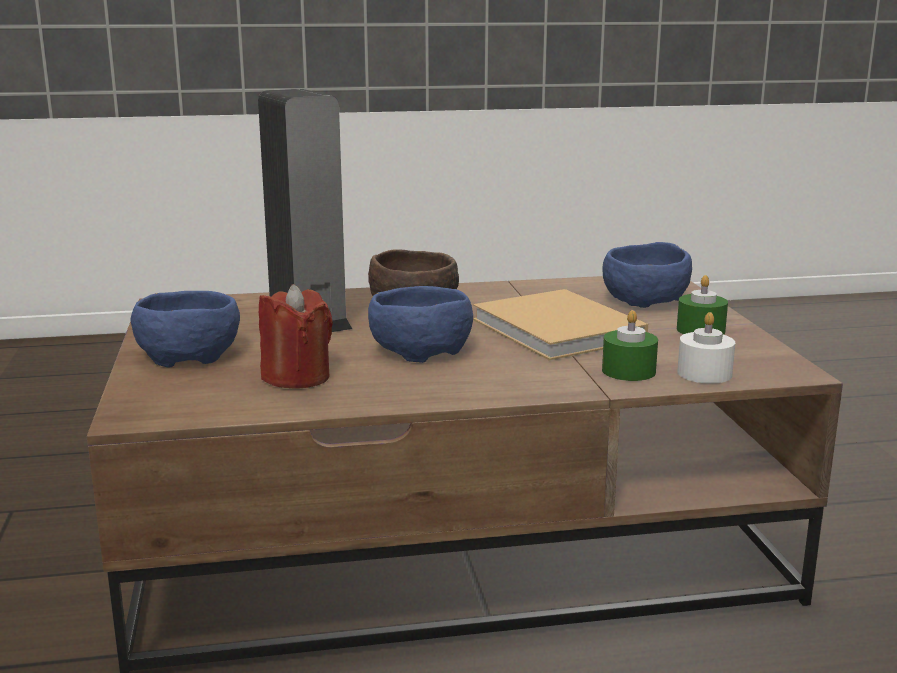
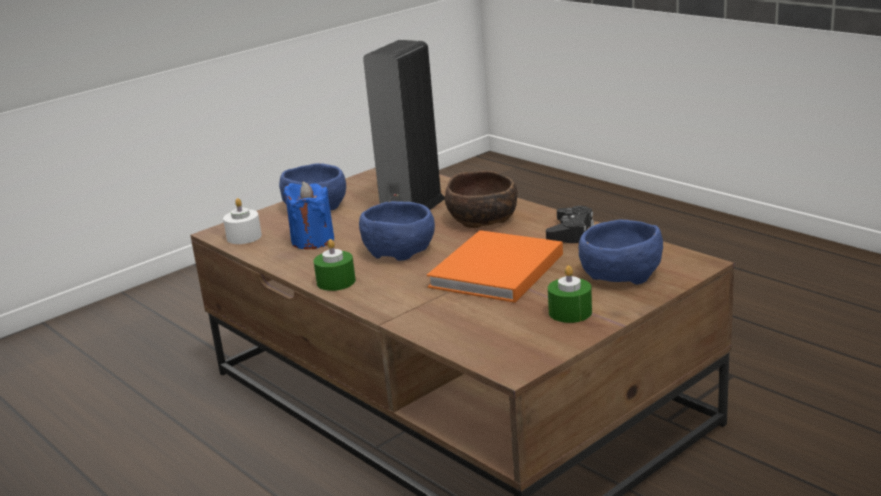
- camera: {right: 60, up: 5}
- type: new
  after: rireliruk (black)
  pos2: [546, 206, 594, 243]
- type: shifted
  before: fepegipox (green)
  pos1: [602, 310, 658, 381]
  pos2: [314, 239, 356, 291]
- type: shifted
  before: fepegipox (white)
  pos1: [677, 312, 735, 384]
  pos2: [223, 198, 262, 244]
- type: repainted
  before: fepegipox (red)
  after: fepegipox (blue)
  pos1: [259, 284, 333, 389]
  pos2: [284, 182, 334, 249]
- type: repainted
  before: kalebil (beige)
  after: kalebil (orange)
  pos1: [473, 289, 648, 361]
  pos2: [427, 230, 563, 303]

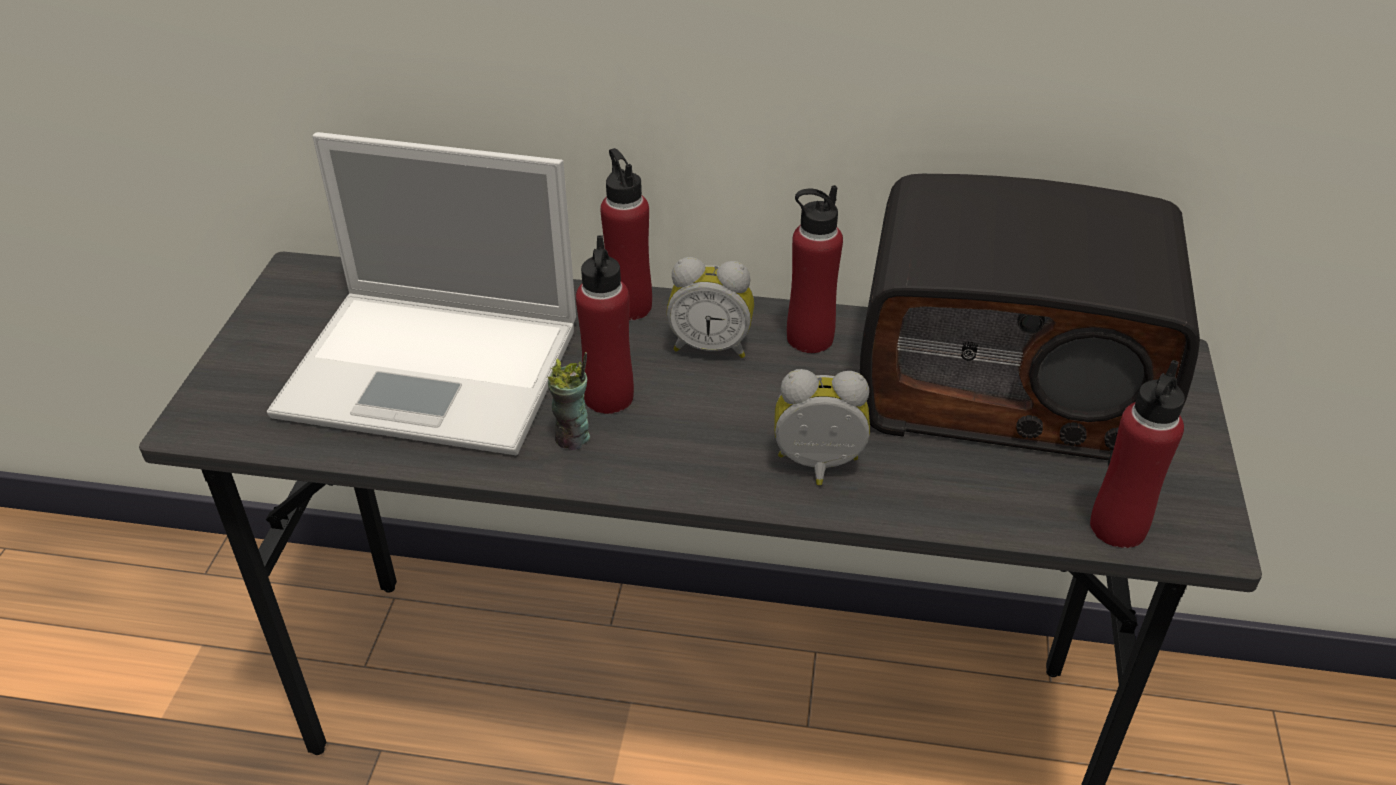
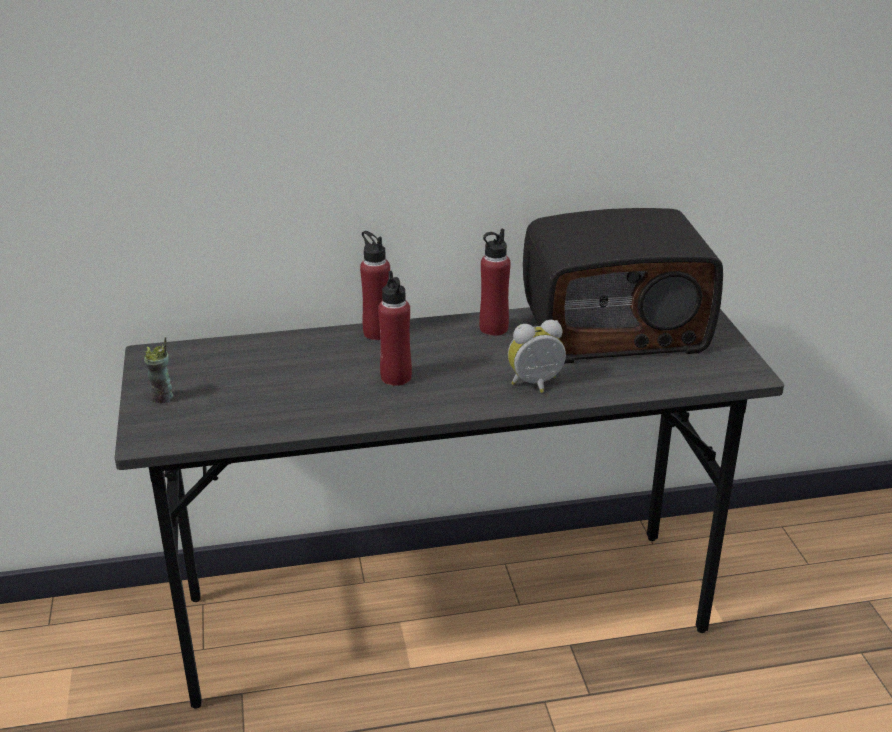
- camera: {right: -20, up: -10}
- type: gone
  before: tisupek
  pos1: [267, 132, 576, 455]
- type: gone
  before: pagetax
  pos1: [667, 257, 754, 358]
- type: gone
  before: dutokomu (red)
  pos1: [1090, 360, 1185, 548]
- type: shifted
  before: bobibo
  pos1: [548, 352, 590, 450]
  pos2: [144, 337, 174, 403]

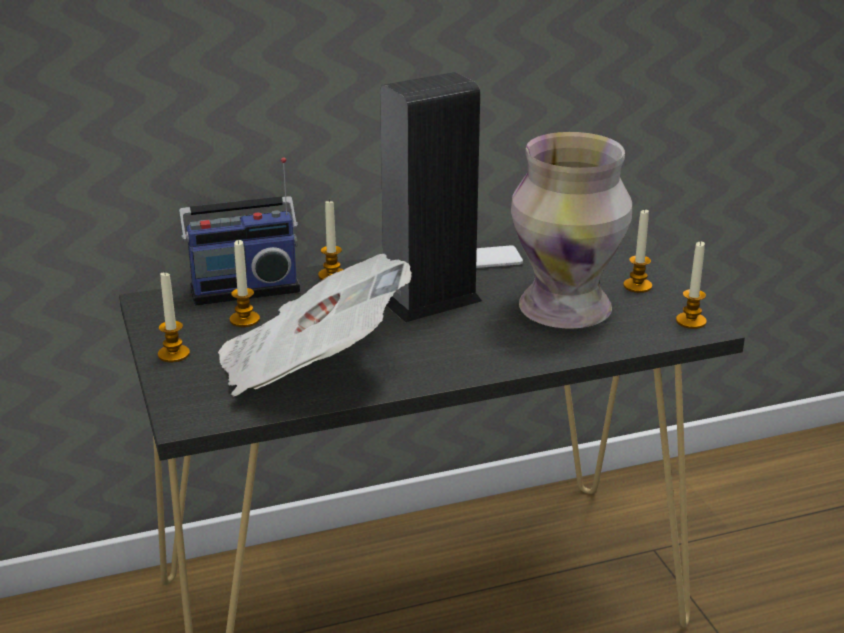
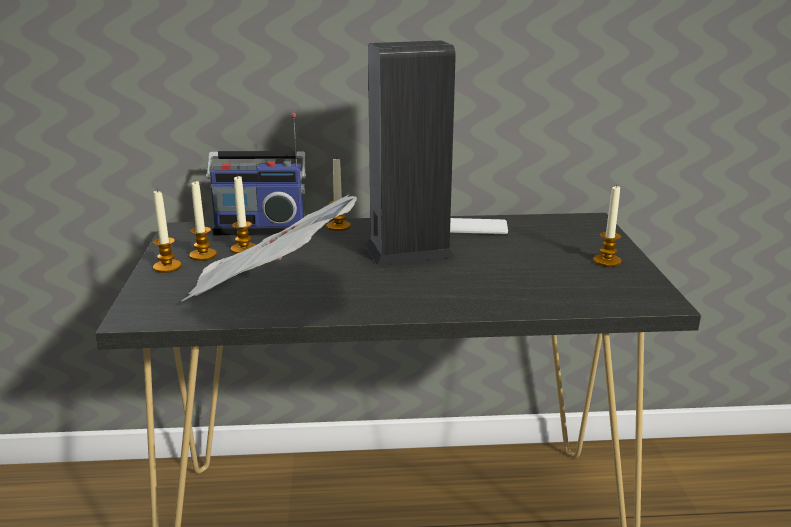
- camera: {right: 15, up: -5}
- type: gone
  before: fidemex
  pos1: [511, 132, 632, 328]
- type: shifted
  before: fepegipox
  pos1: [676, 241, 707, 329]
  pos2: [190, 181, 217, 261]

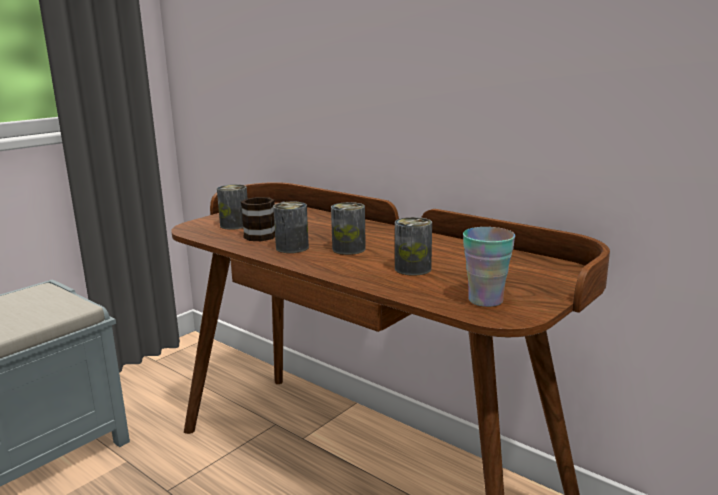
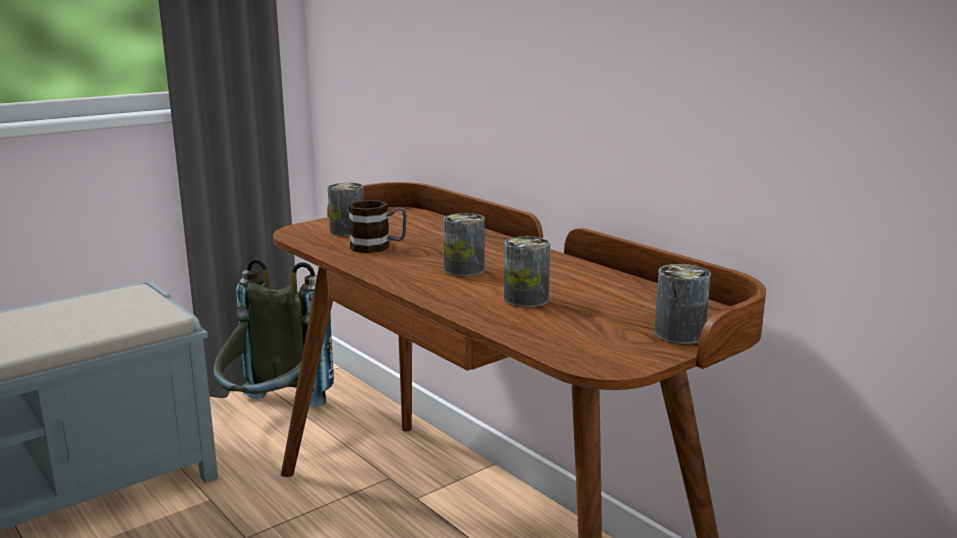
- camera: {right: 10, up: 0}
- type: gone
  before: bobibo
  pos1: [463, 227, 515, 307]
- type: new
  after: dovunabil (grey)
  pos2: [213, 258, 334, 407]
- type: shifted
  before: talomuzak
  pos1: [273, 202, 309, 253]
  pos2: [654, 264, 711, 344]

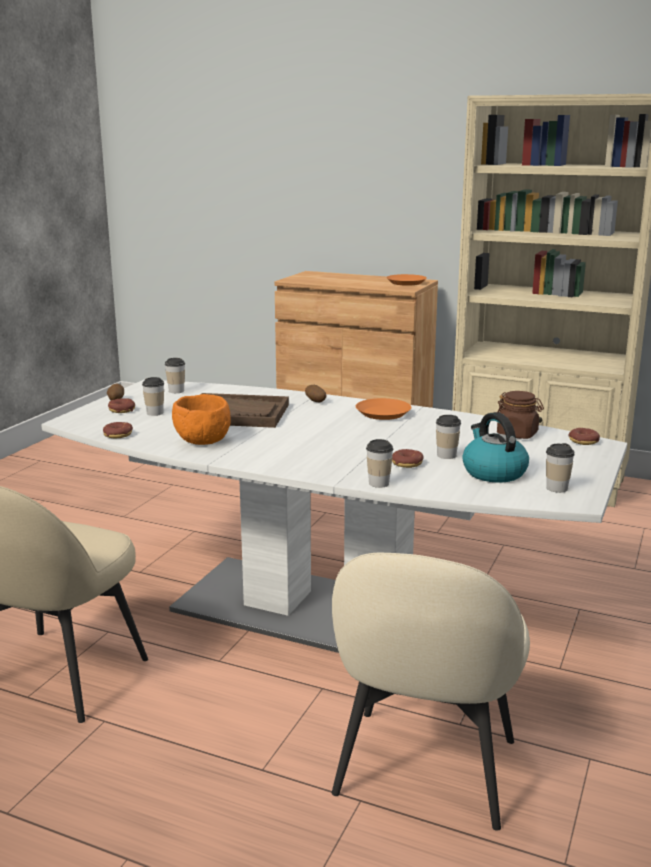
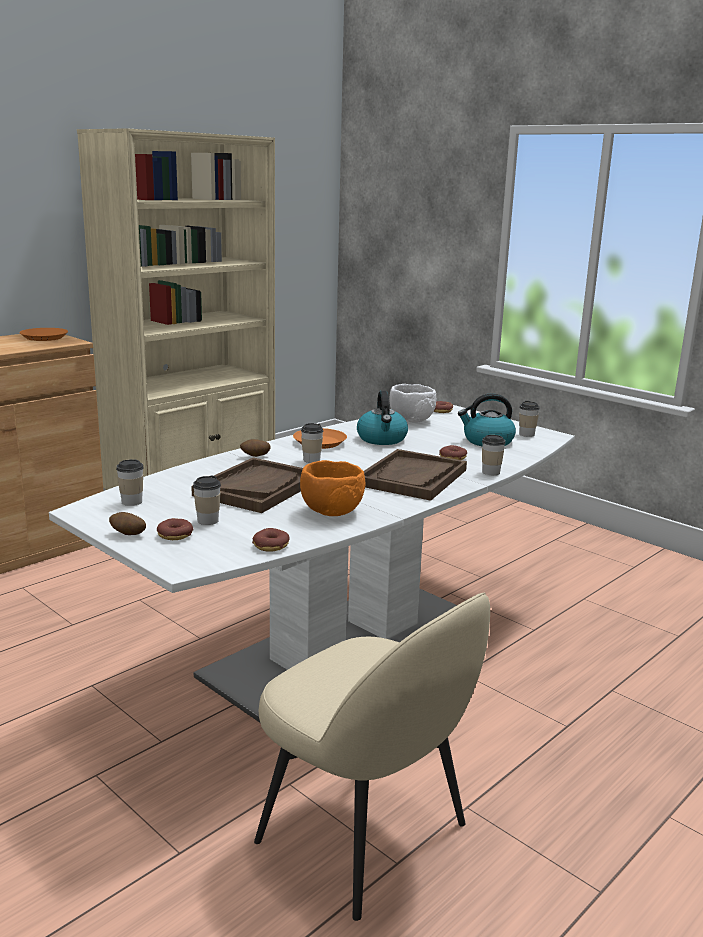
- camera: {right: -70, up: 0}
- type: gone
  before: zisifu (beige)
  pos1: [332, 553, 530, 831]
- type: new
  after: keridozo
  pos2: [357, 391, 408, 445]
- type: new
  after: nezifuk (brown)
  pos2: [364, 449, 467, 501]
- type: shifted
  before: bobibo
  pos1: [436, 415, 461, 459]
  pos2: [301, 423, 323, 463]
- type: swapped
  before: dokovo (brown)
  after: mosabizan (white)
  pos1: [497, 391, 544, 439]
  pos2: [390, 384, 436, 422]

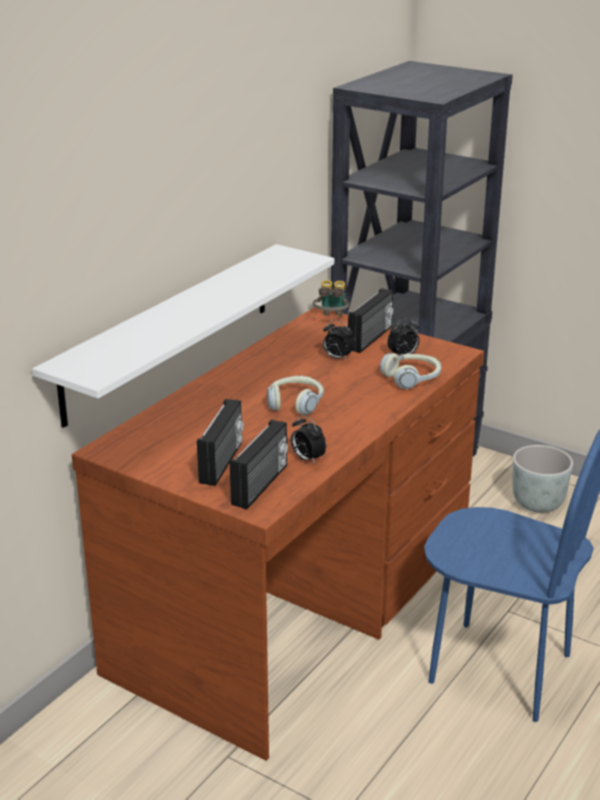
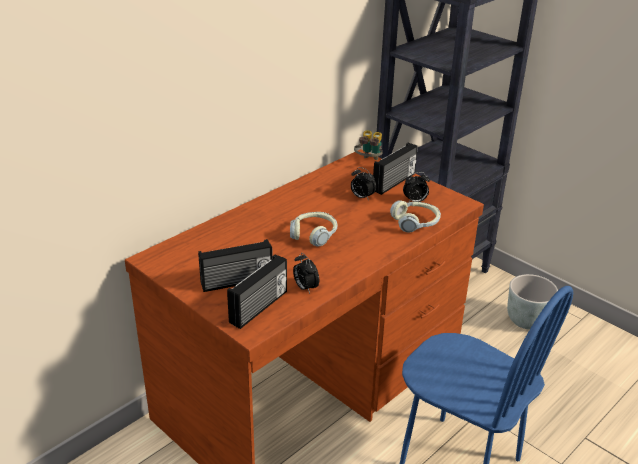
- camera: {right: 10, up: 5}
- type: gone
  before: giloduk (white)
  pos1: [32, 244, 334, 428]
- type: rotated
  before: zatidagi
  pos1: [197, 399, 244, 486]
  pos2: [198, 239, 273, 292]
  turn: 45

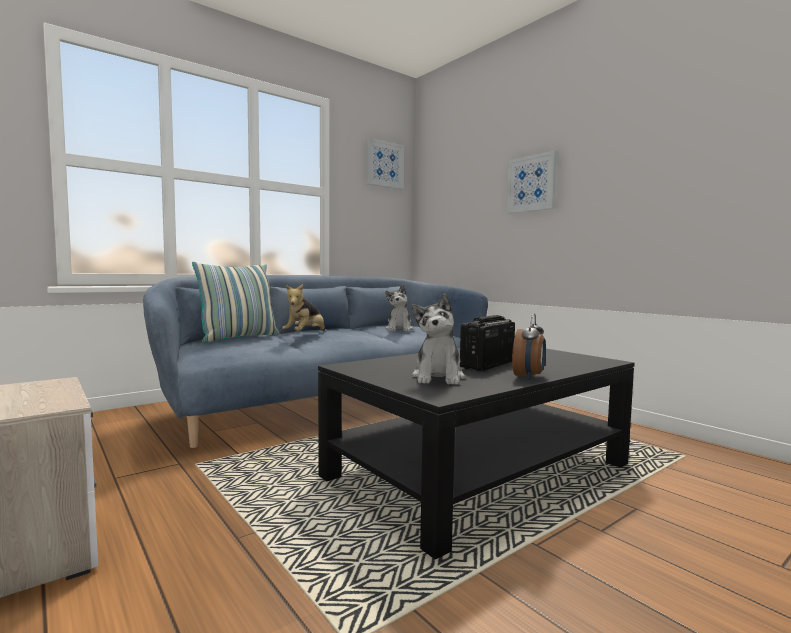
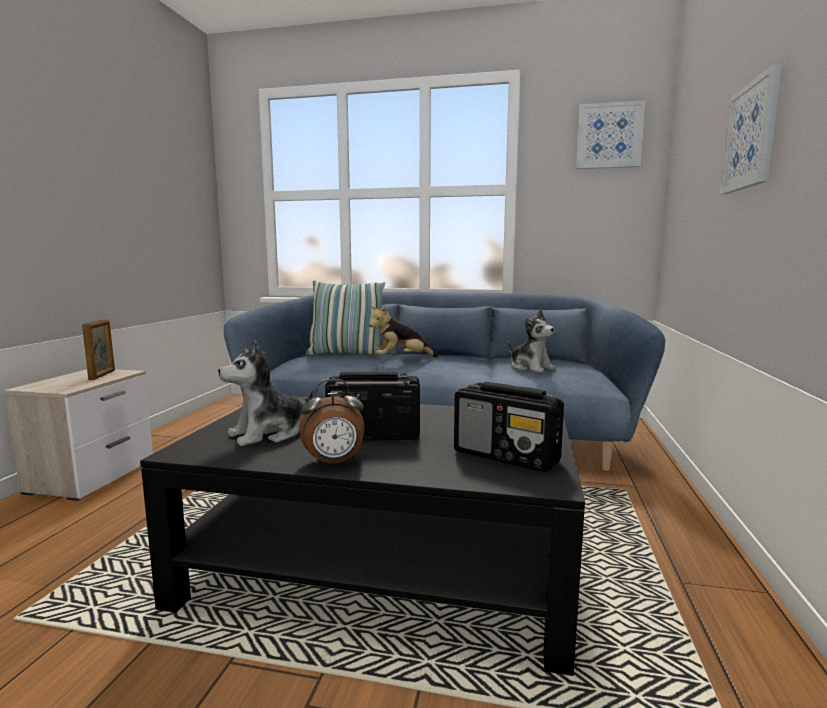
- camera: {right: 50, up: 5}
- type: new
  after: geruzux
  pos2: [82, 319, 115, 380]
- type: new
  after: zatidagi
  pos2: [454, 382, 564, 472]
- type: rotated
  before: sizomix
  pos1: [385, 285, 413, 332]
  pos2: [508, 309, 556, 373]
  turn: -90

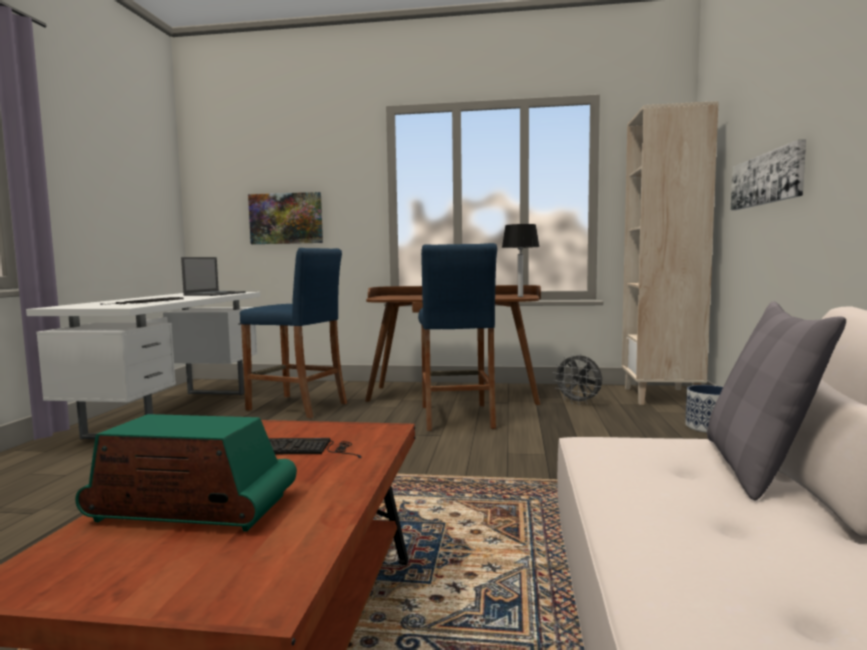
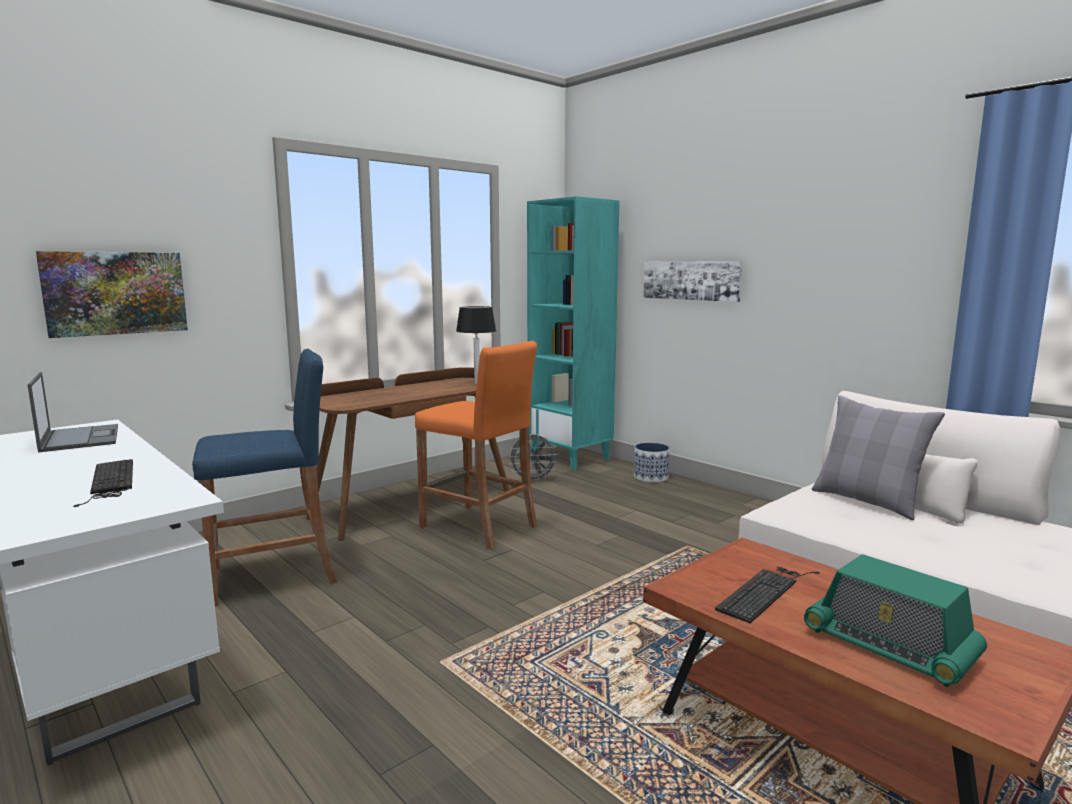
- camera: {right: -50, up: 5}
- type: repainted
  before: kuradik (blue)
  after: kuradik (orange)
  pos1: [418, 243, 497, 431]
  pos2: [415, 341, 537, 550]
- type: repainted
  before: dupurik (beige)
  after: dupurik (turquoise)
  pos1: [622, 101, 719, 405]
  pos2: [527, 196, 619, 470]
- type: rotated
  before: zatidagi
  pos1: [75, 414, 297, 532]
  pos2: [804, 554, 987, 687]
  turn: -90

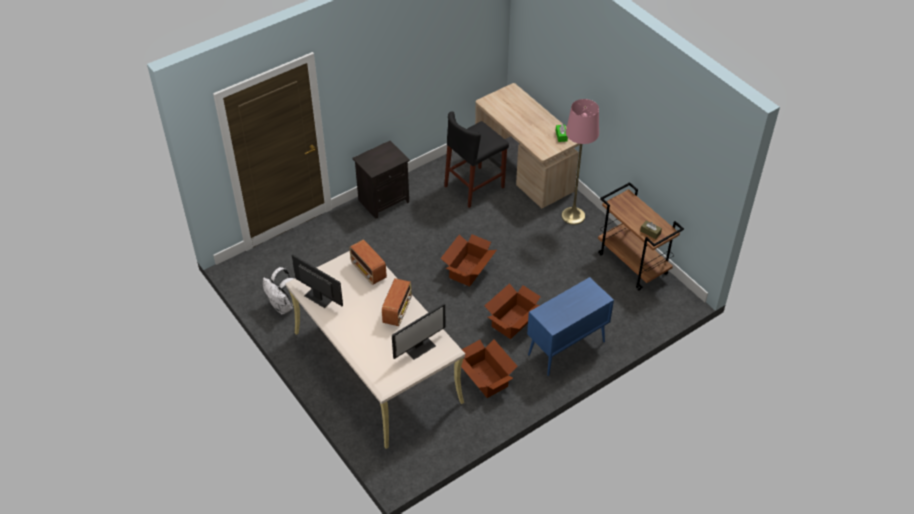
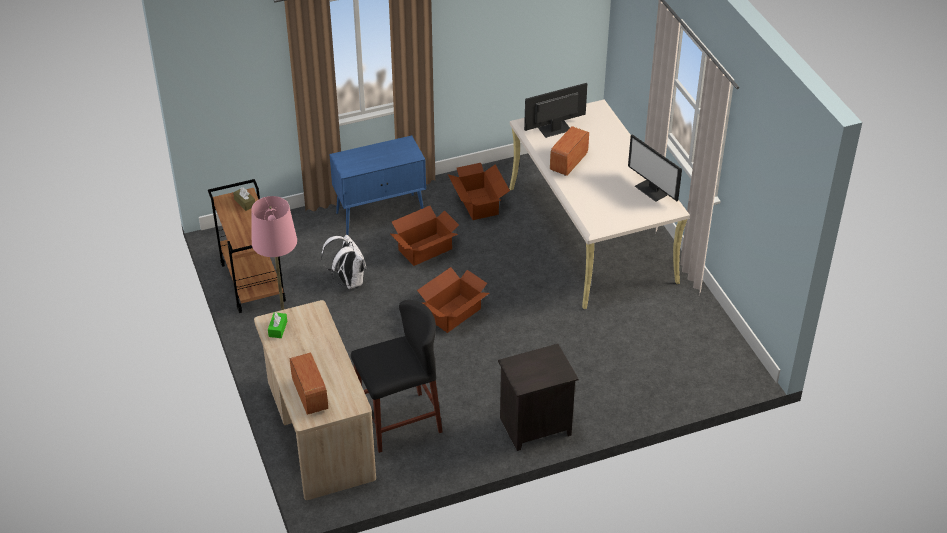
- camera: {right: -165, up: -5}
- type: shifted
  before: dovunabil (white)
  pos1: [263, 267, 295, 314]
  pos2: [321, 234, 366, 289]
- type: shifted
  before: zatidagi
  pos1: [349, 240, 387, 285]
  pos2: [290, 353, 328, 415]

